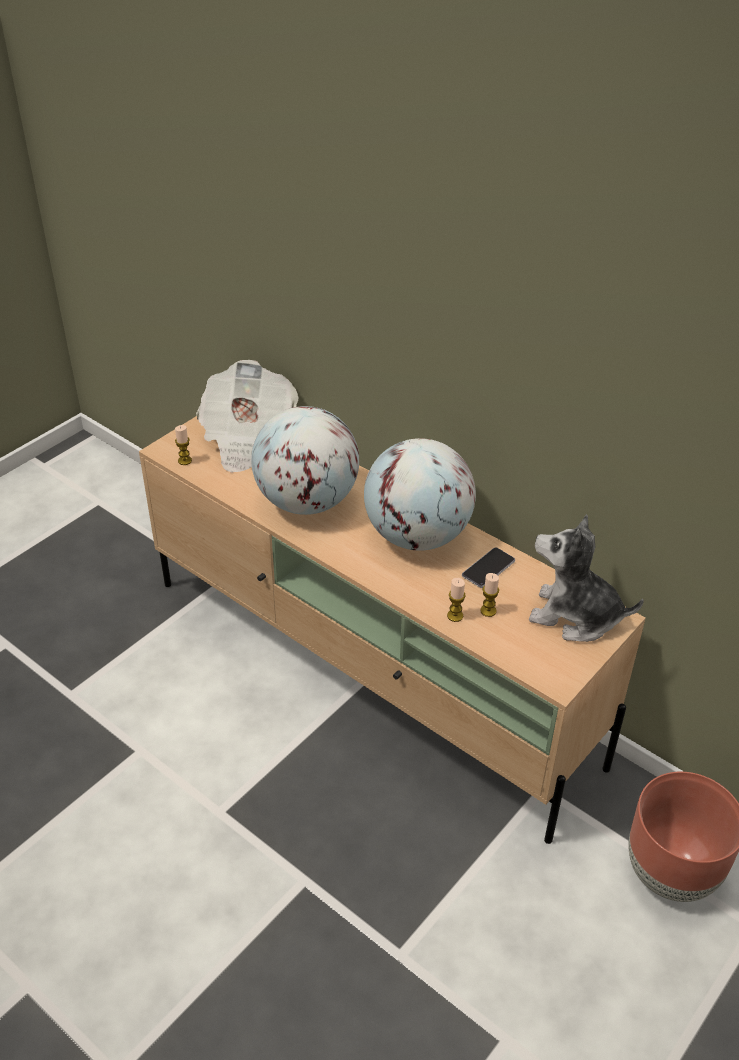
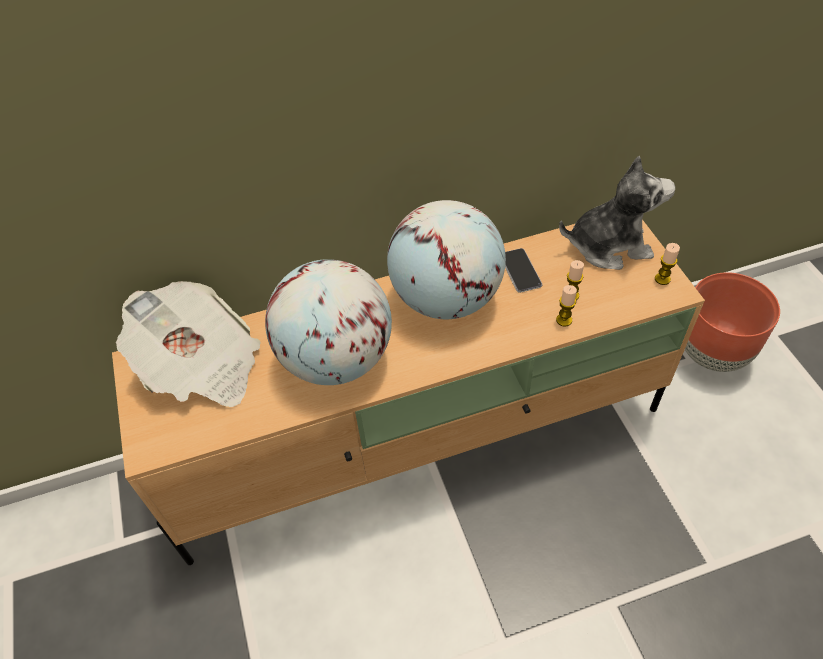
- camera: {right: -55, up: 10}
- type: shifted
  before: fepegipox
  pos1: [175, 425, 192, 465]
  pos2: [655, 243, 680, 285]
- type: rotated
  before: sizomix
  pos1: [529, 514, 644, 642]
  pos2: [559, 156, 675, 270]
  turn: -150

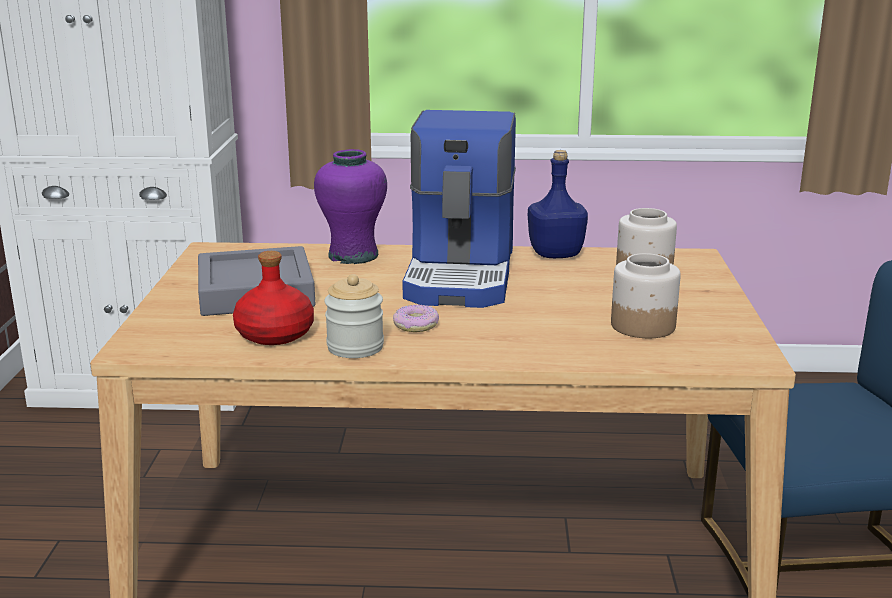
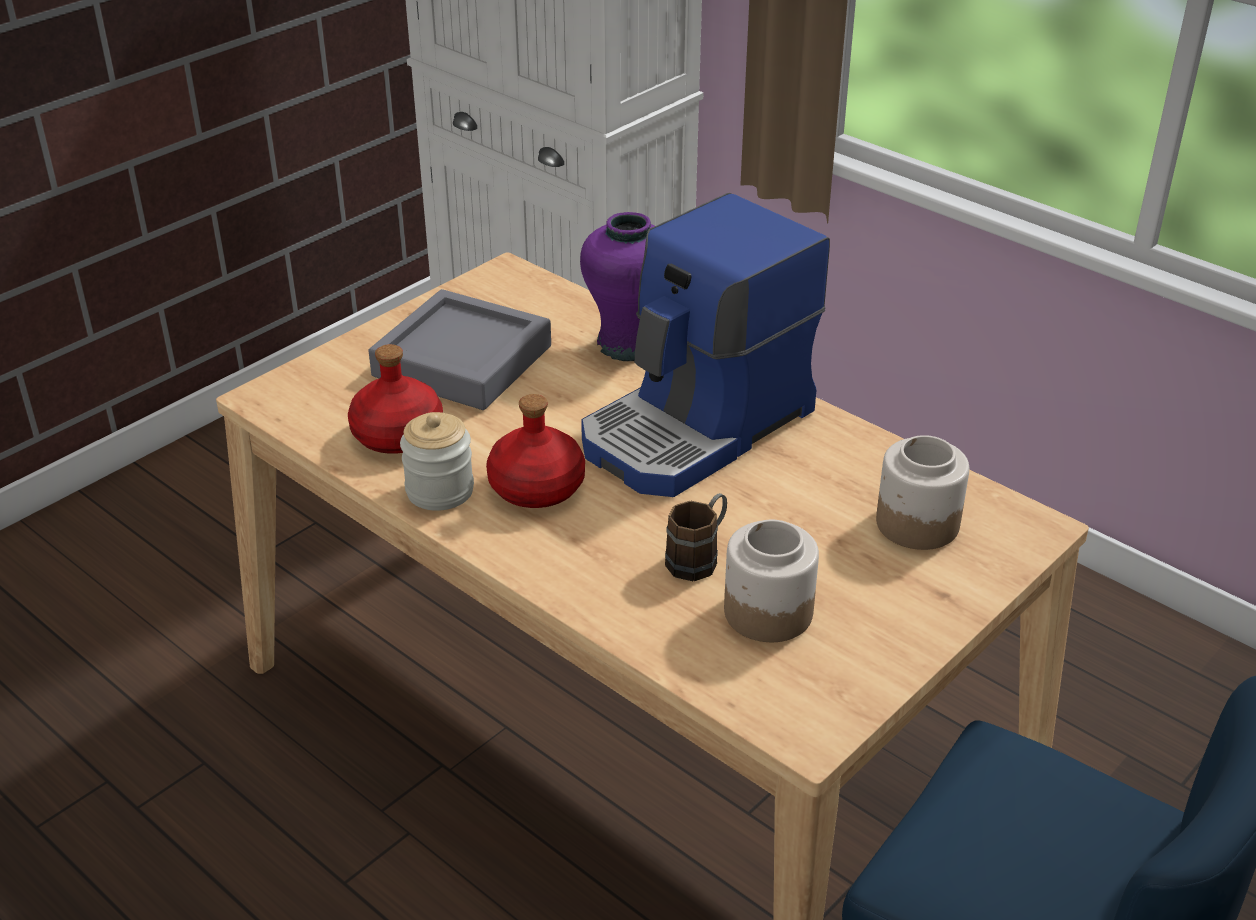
- camera: {right: 40, up: 15}
- type: gone
  before: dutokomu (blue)
  pos1: [528, 150, 588, 258]
- type: new
  after: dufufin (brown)
  pos2: [665, 493, 727, 581]
- type: swapped
  before: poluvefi
  after: dutokomu (red)
  pos1: [393, 305, 439, 332]
  pos2: [486, 394, 585, 508]

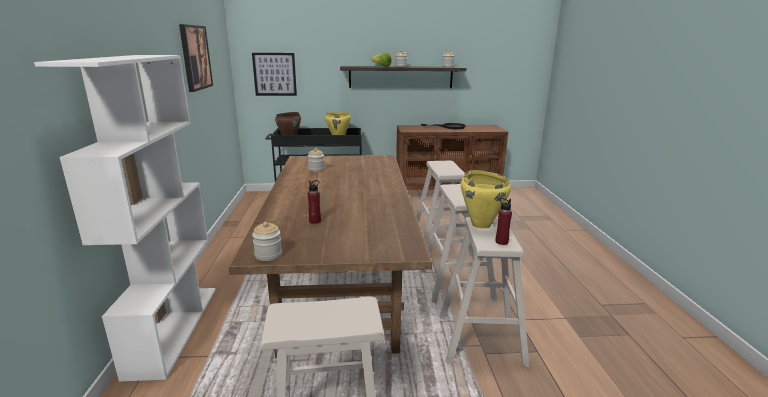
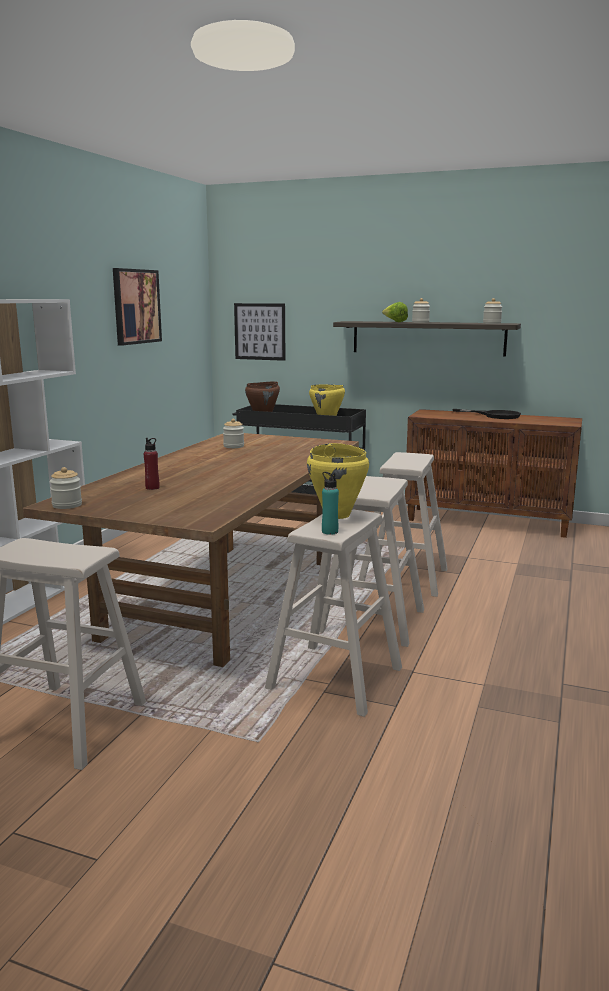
- camera: {right: 25, up: -5}
- type: repainted
  before: dutokomu (red)
  after: dutokomu (turquoise)
  pos1: [496, 198, 512, 245]
  pos2: [322, 472, 339, 535]

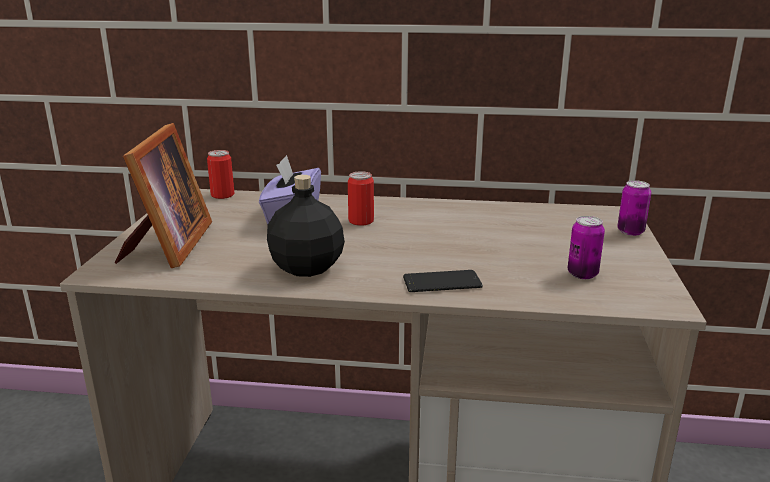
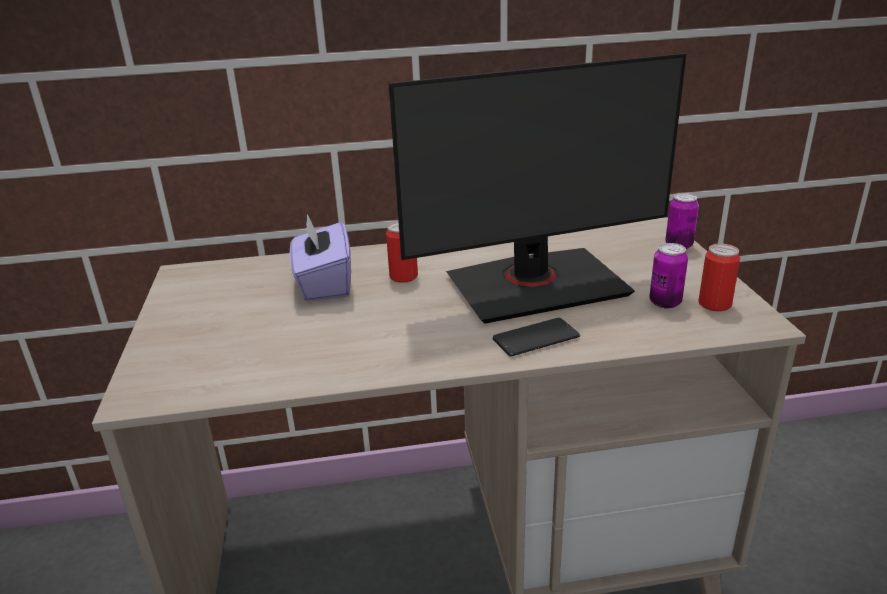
- camera: {right: -15, up: 5}
- type: gone
  before: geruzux
  pos1: [115, 123, 212, 268]
- type: gone
  before: dutokomu (black)
  pos1: [267, 175, 345, 277]
- type: new
  after: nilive
  pos2: [389, 53, 686, 324]
- type: shifted
  before: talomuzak
  pos1: [207, 150, 234, 199]
  pos2: [698, 244, 740, 311]

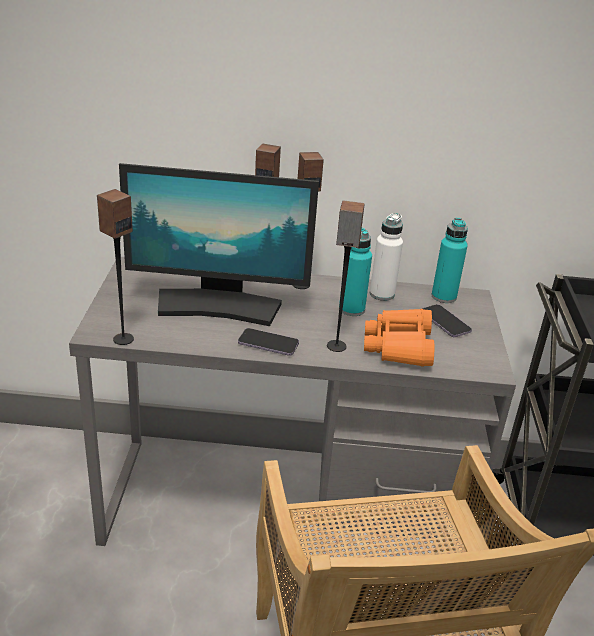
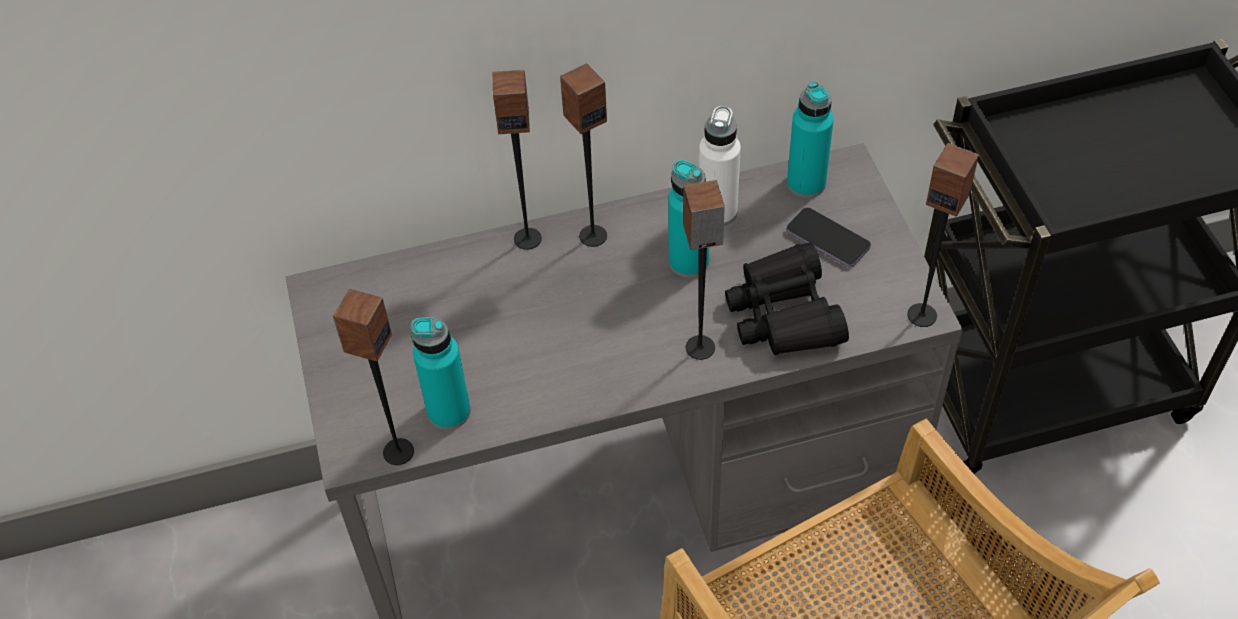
- camera: {right: -15, up: 20}
- type: gone
  before: nilive
  pos1: [119, 163, 319, 326]
- type: gone
  before: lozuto
  pos1: [238, 328, 299, 356]
- type: new
  after: dutokomu (turquoise)
  pos2: [411, 317, 471, 430]
- type: new
  after: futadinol
  pos2: [907, 143, 979, 327]
- type: repainted
  before: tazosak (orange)
  after: tazosak (black)
  pos1: [364, 309, 434, 367]
  pos2: [725, 243, 849, 355]

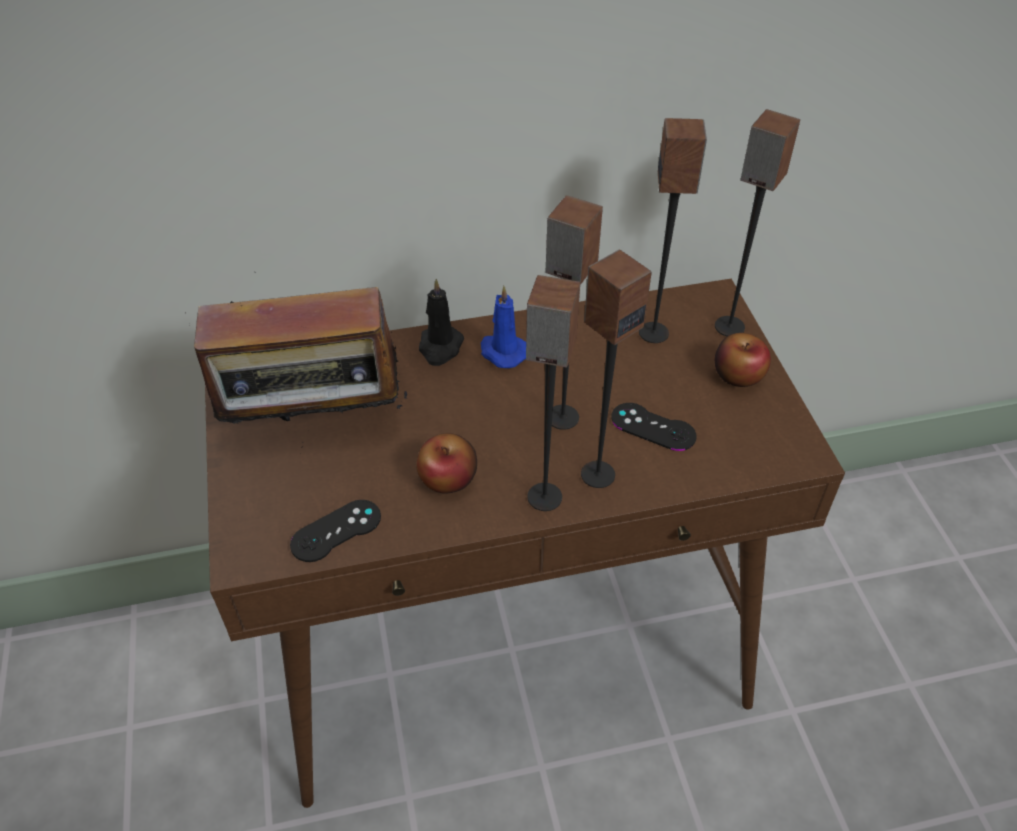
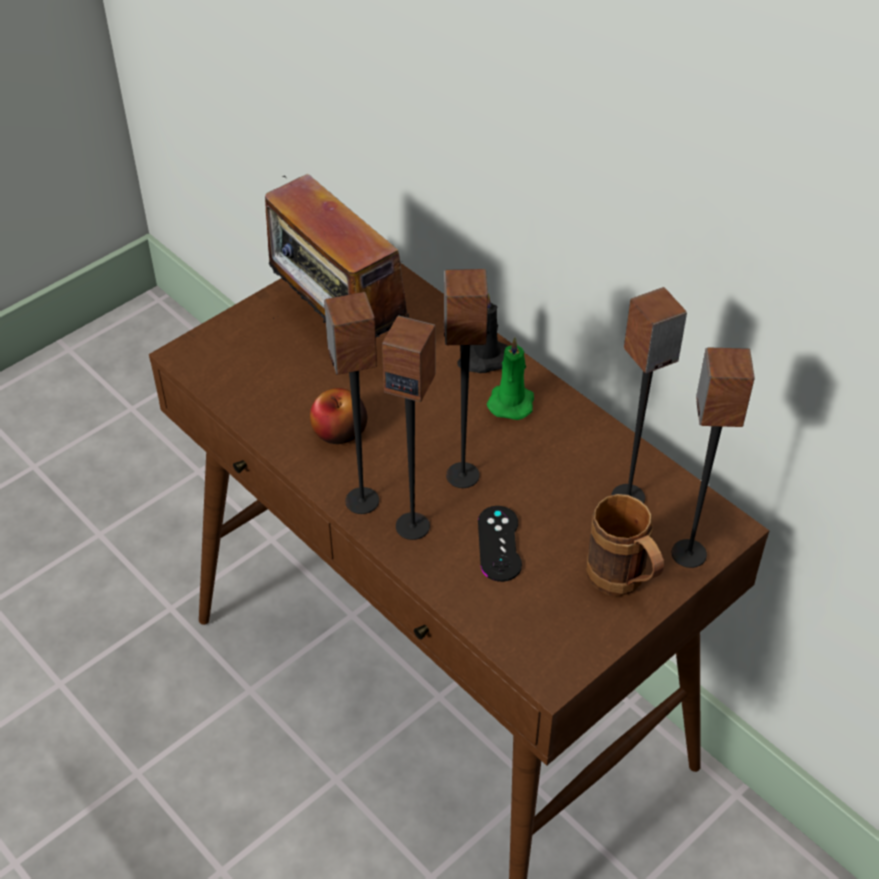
- camera: {right: 60, up: 0}
- type: gone
  before: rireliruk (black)
  pos1: [290, 500, 381, 562]
- type: swapped
  before: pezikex
  after: dufufin (brown)
  pos1: [715, 333, 771, 387]
  pos2: [586, 494, 664, 596]
- type: repainted
  before: fepegipox (blue)
  after: fepegipox (green)
  pos1: [481, 286, 526, 368]
  pos2: [487, 337, 534, 420]

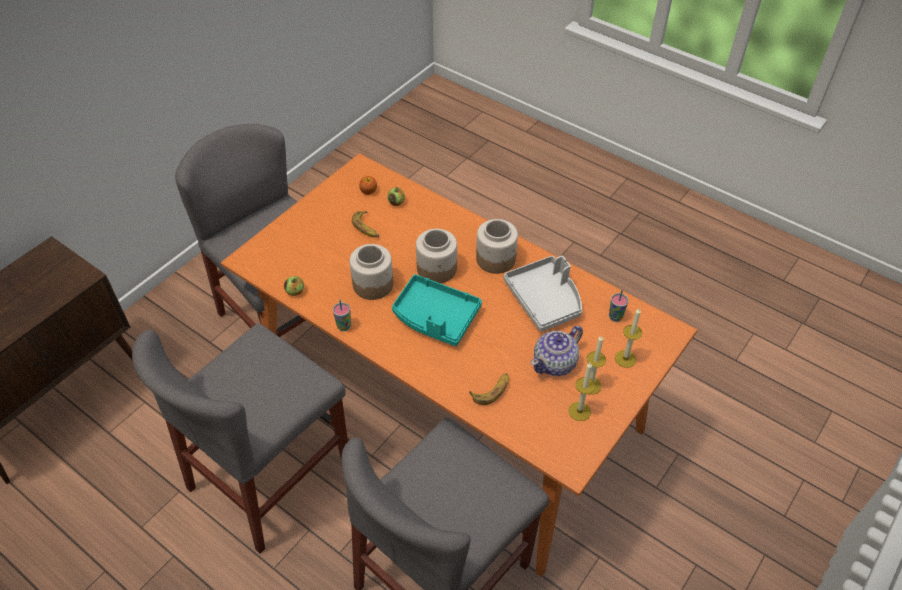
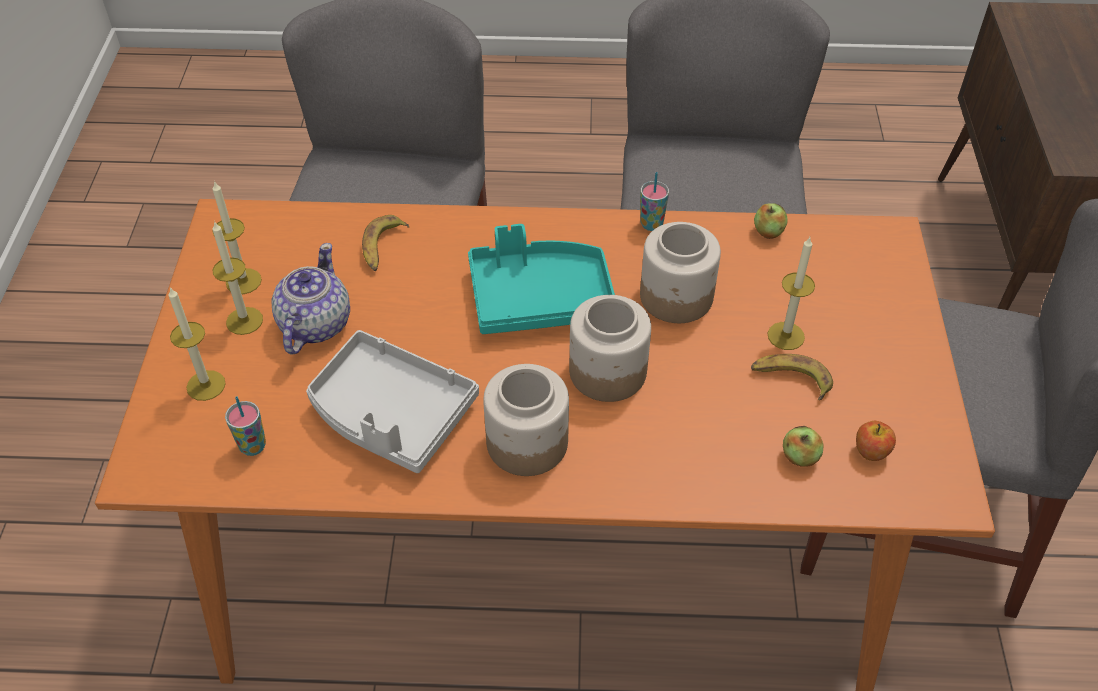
- camera: {right: 145, up: 0}
- type: new
  after: fepegipox
  pos2: [768, 237, 815, 350]

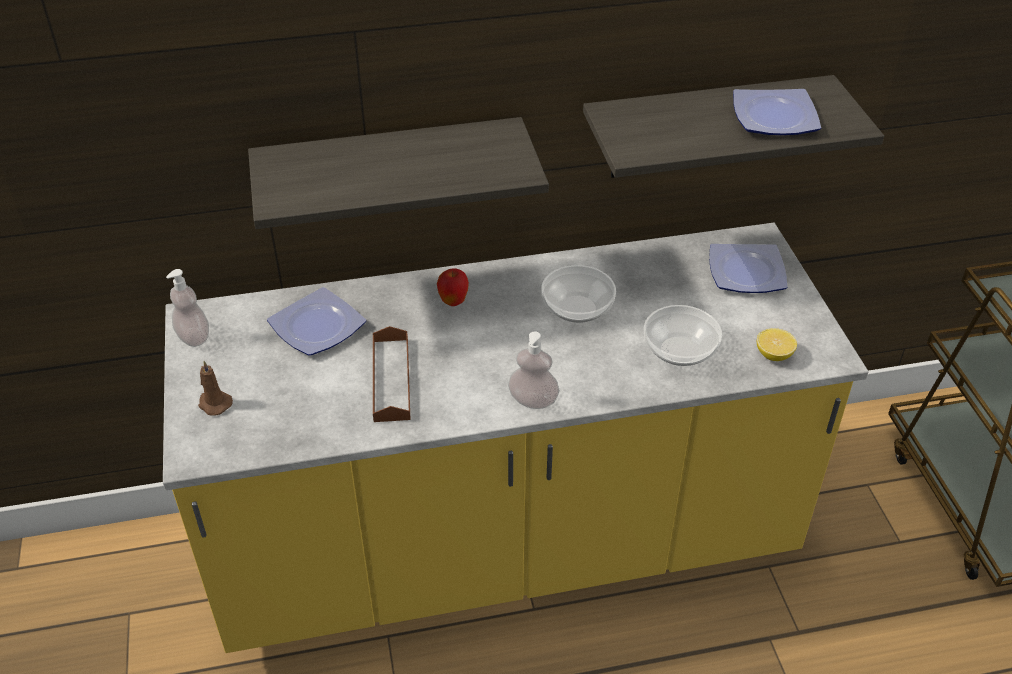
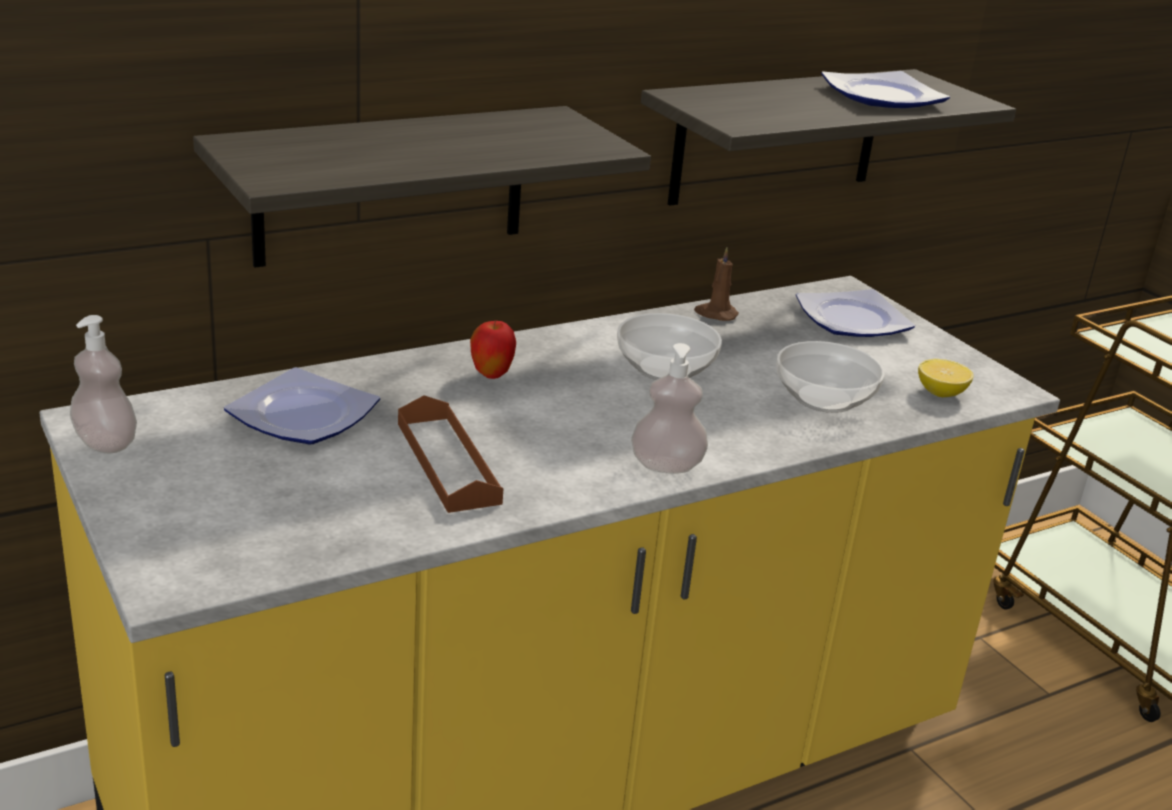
- camera: {right: -20, up: -15}
- type: shifted
  before: fepegipox (brown)
  pos1: [198, 361, 233, 415]
  pos2: [694, 247, 739, 321]

